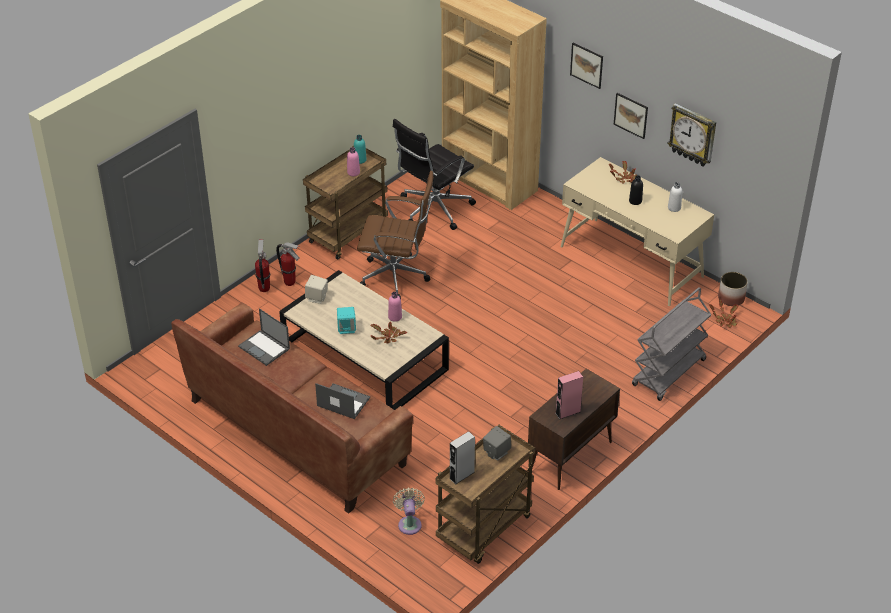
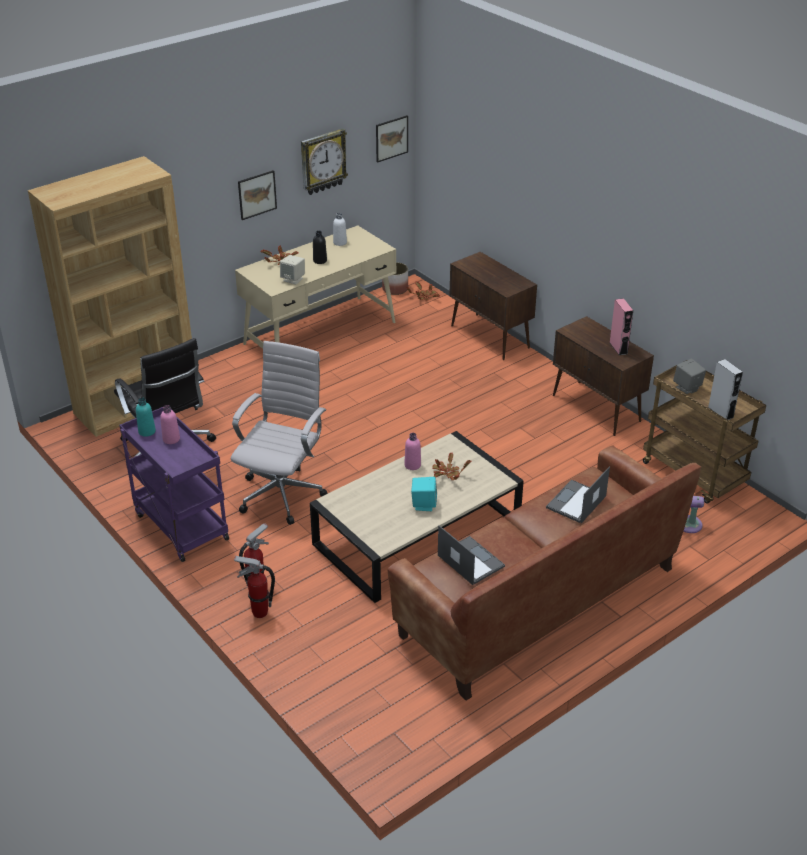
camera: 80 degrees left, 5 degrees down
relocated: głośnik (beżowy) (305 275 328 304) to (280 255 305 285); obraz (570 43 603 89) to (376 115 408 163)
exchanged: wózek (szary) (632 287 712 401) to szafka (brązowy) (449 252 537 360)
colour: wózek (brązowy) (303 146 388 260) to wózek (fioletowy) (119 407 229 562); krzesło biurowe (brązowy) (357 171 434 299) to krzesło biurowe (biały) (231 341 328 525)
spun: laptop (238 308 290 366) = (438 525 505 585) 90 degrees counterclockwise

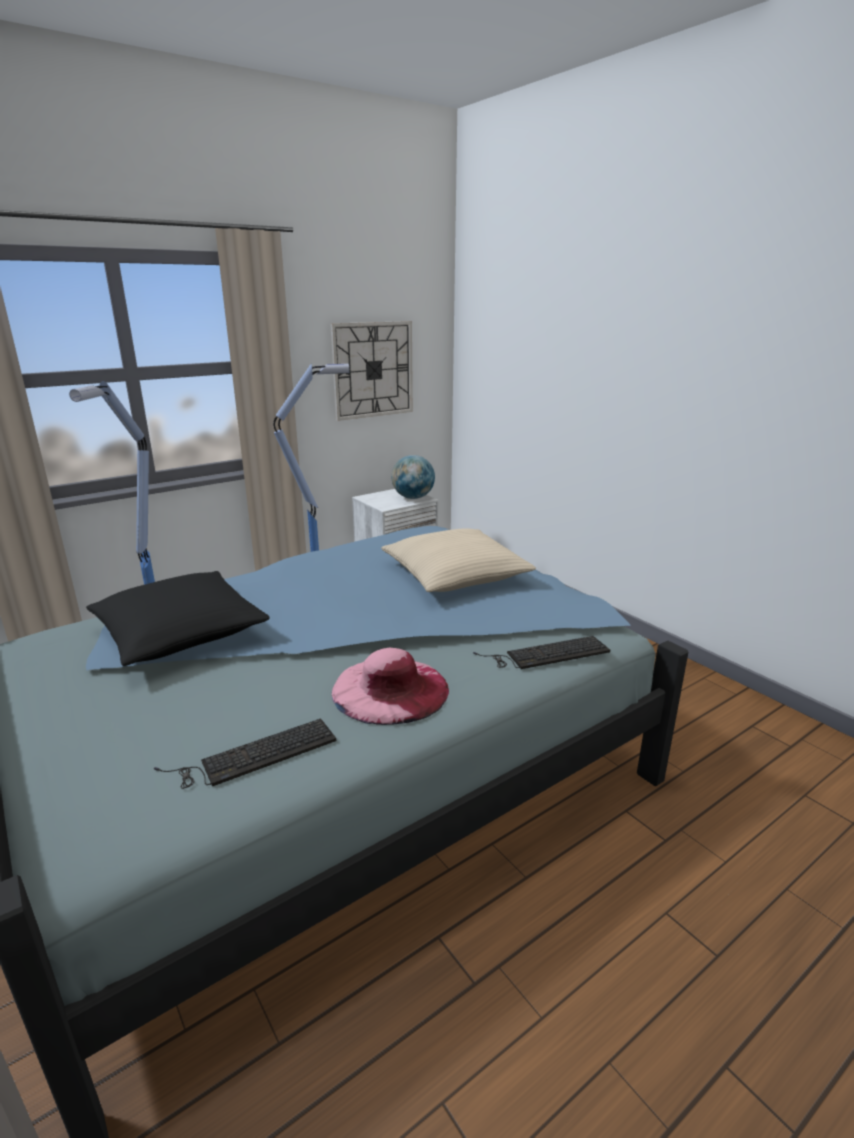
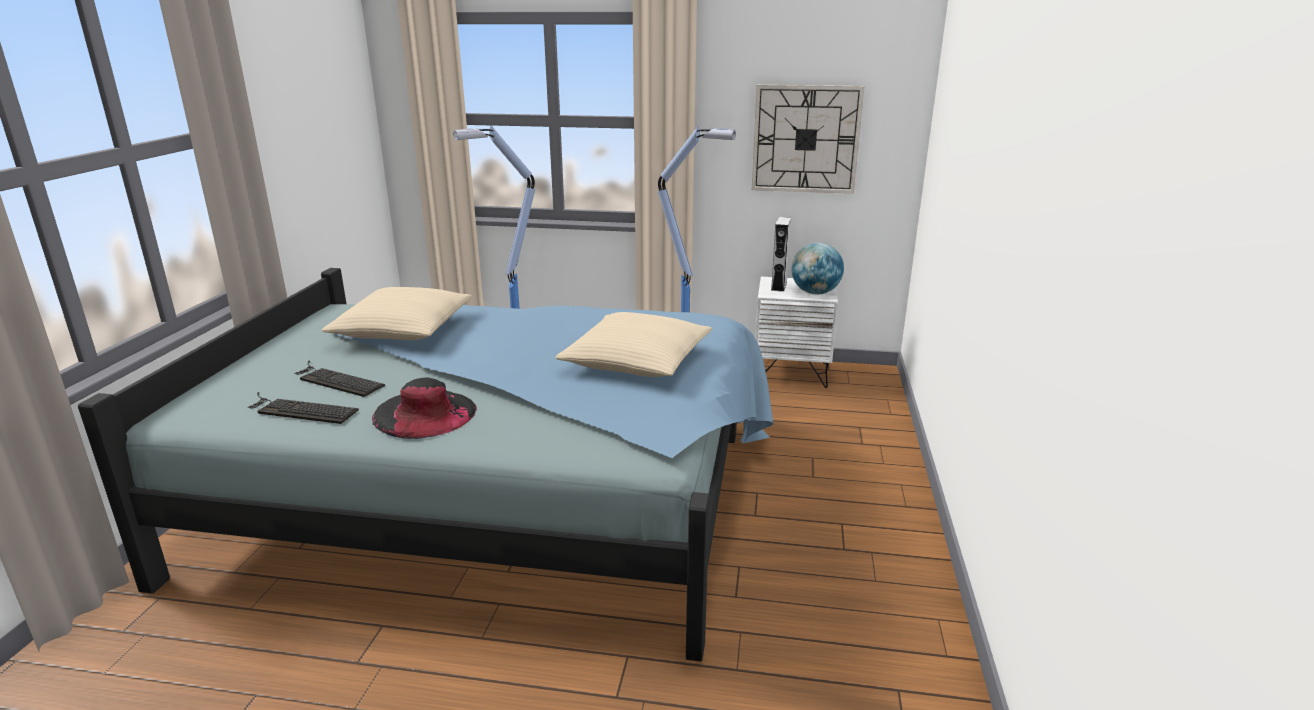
camera: 45 degrees right, 0 degrees up
appeared: głośnik (szary) (771 217 791 292)
relocated: klawiatura (473 636 610 669) to (294 360 385 397)
colour: poduszka (czarny) (86 571 270 666) to poduszka (beżowy) (322 287 472 340); kapelusz (różowy) (332 647 449 725) to kapelusz (czarny) (372 378 477 439)

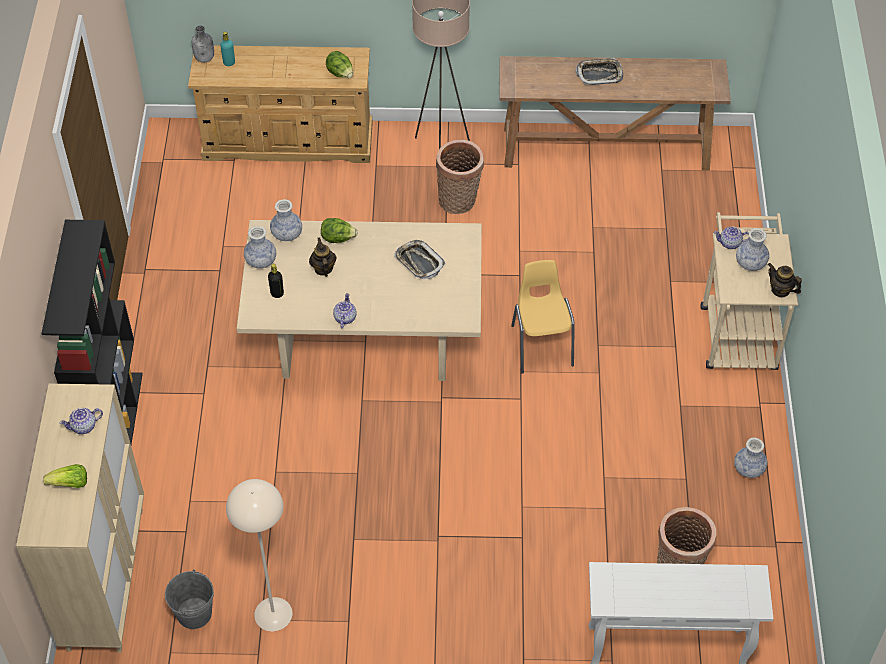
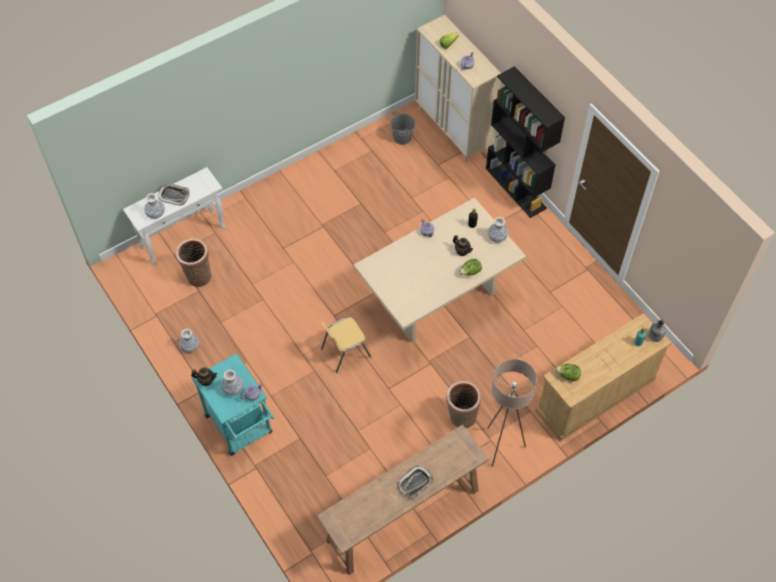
camera: 145 degrees right, 5 degrees up
missing: lampa stojąca (beżowy) (226 479 293 631)
relocated: wazon (270 199 302 241) to (144 193 165 219); taca (394 240 446 279) to (158 183 190 206)
colour: wózek (beżowy) (701 212 798 370) to wózek (turkusowy) (192 353 274 456)
spun: krzesło (żółty) (511 260 575 374) = (321 317 371 373) 105 degrees clockwise

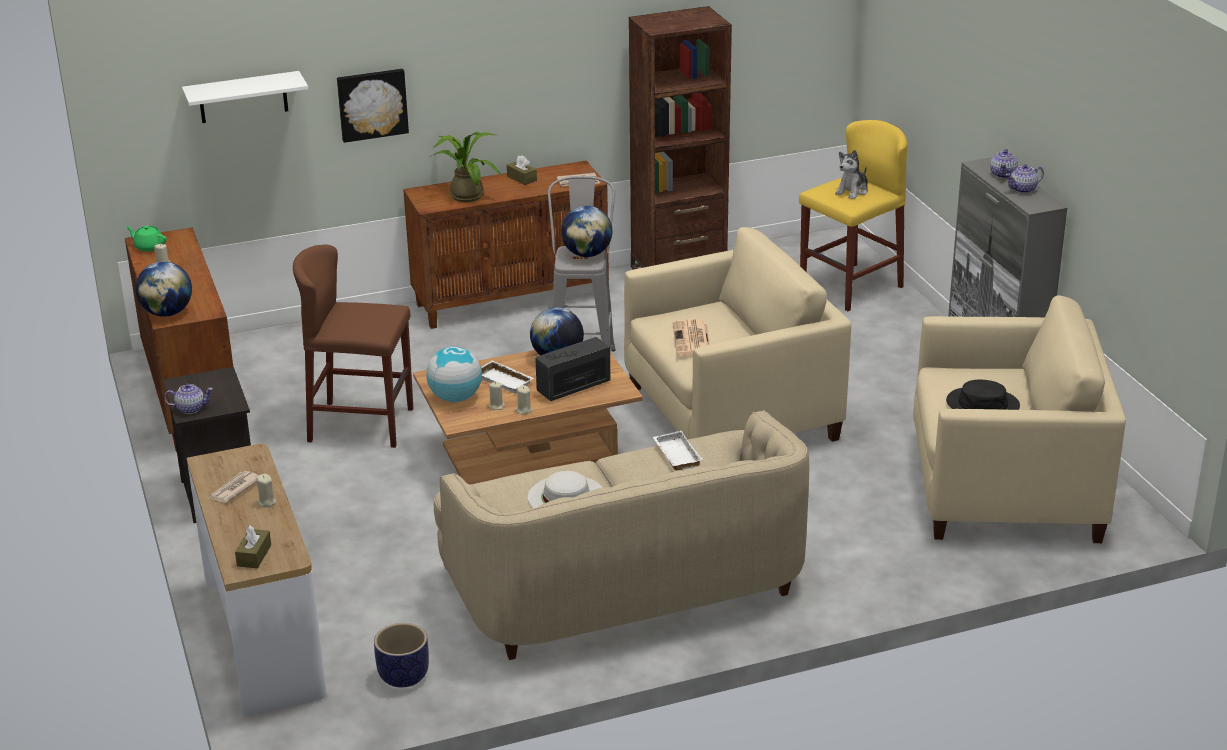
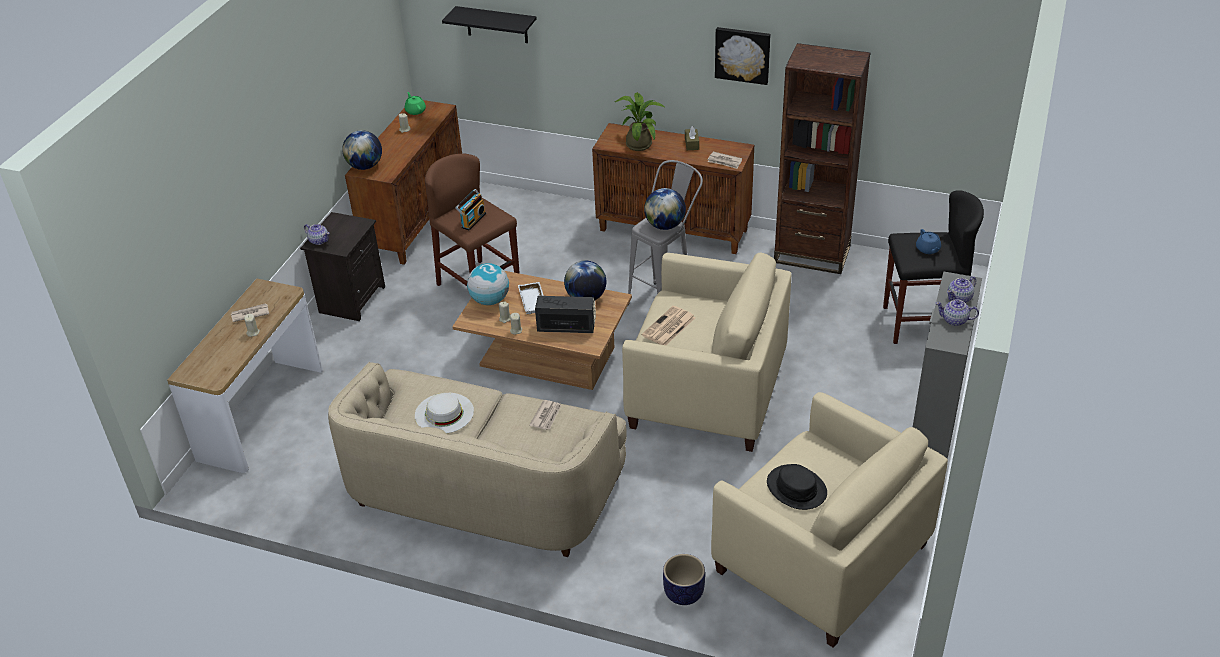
camera: 40 degrees right, 10 degrees up
missing: pudełko chusteczek (brązowy) (235 526 271 568)
appeared: radio (455 189 486 230)
relocated: donica (374 623 429 688) to (663 554 705 605); obraz (337 69 409 143) to (715 27 770 85)
exchanged: taca (biały) (653 431 703 471) to gazeta (529 400 561 430); pluszak (835 150 868 199) to imbryk (niebieski) (916 229 941 254)
colour: półka (biały) (182 71 308 123) to półka (czarny) (442 6 537 43); stołek (żółty) (799 120 907 311) to stołek (czarny) (883 190 984 344)

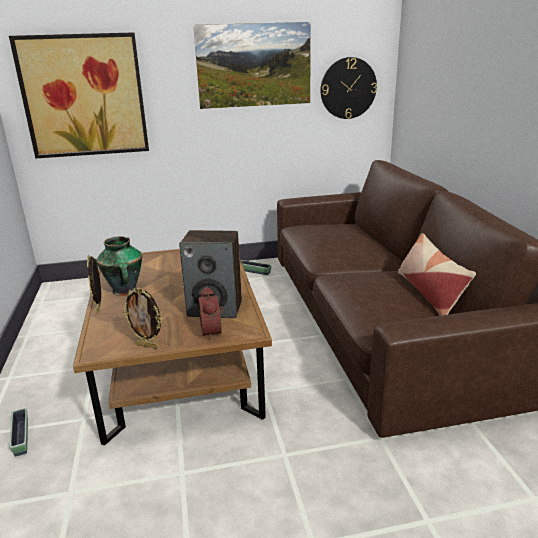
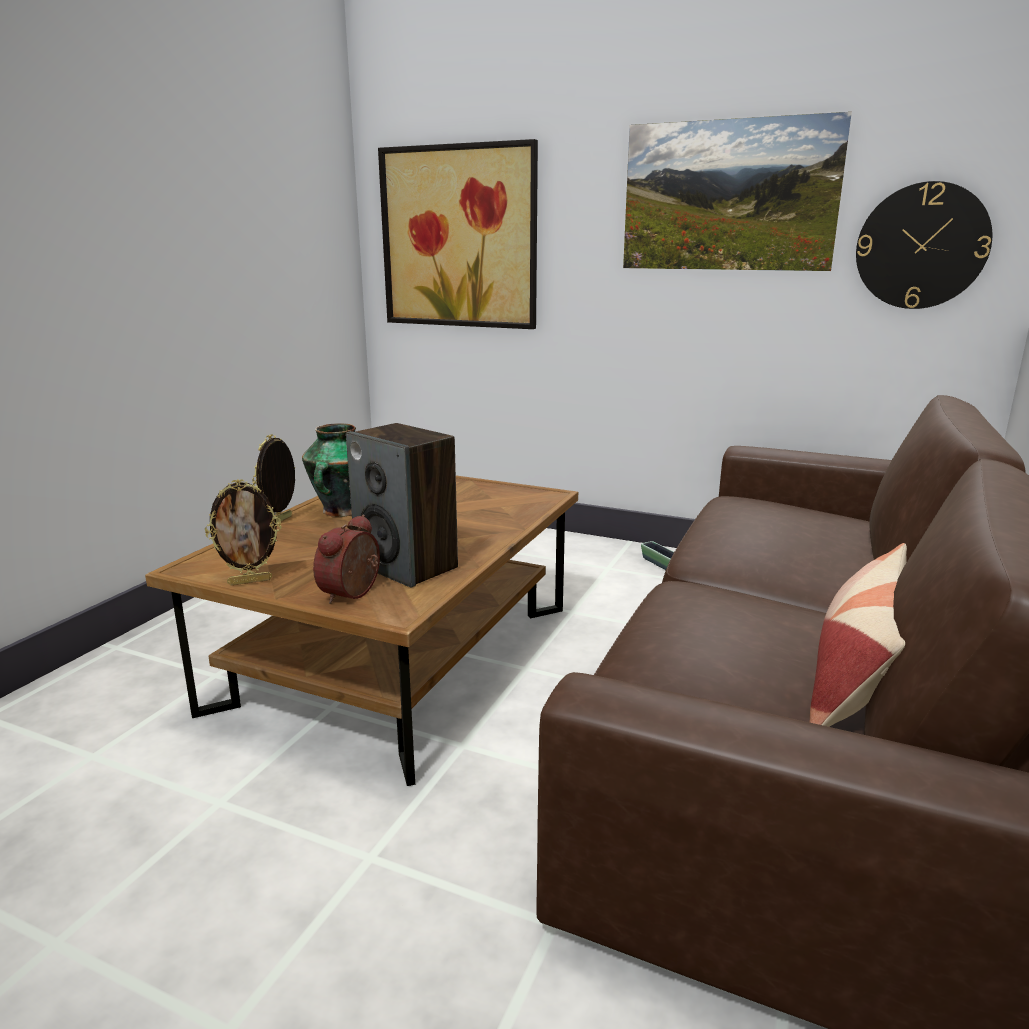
camera: 35 degrees right, 5 degrees down
missing: donica (9 408 28 456)
spun: ramka na zdjęcie (123 287 162 349) = (205 479 282 585) 75 degrees counterclockwise

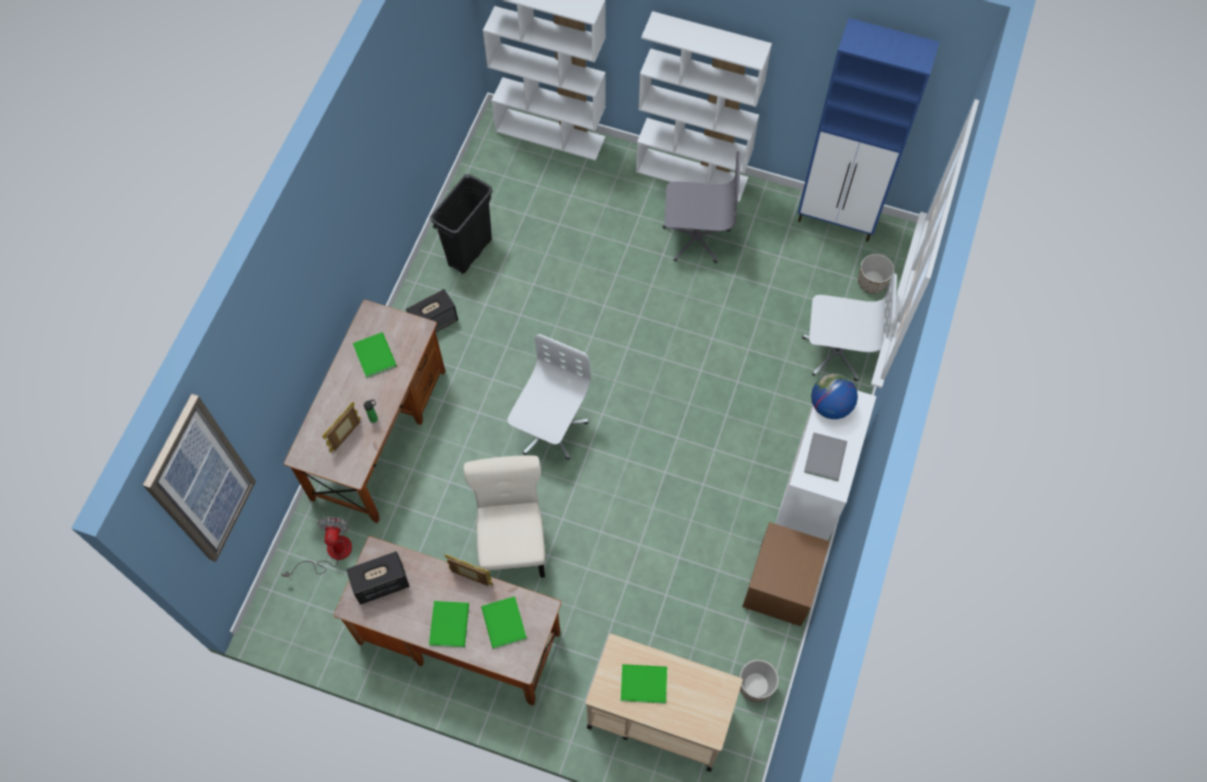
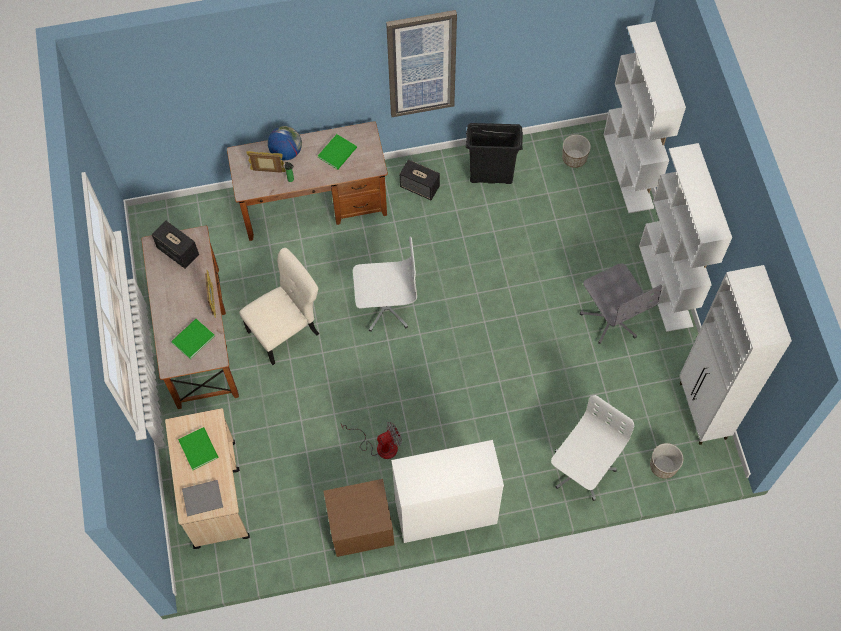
camera: 60 degrees right, 0 degrees up
missing: książka (zielony) (429 601 469 647)
relocated: książka (szary) (804 433 847 481) to (182 480 223 516); globus (811 374 858 419) to (268 126 302 160); wentylator (281 517 352 577) to (341 422 402 459); obraz (143 394 256 562) to (386 10 457 117); donica (740 660 779 703) to (562 134 591 168)
colour: szafka (niebieski) (797 18 940 242) to szafka (biały) (679 265 792 445)
spun: krzesło biurowe (biały) (802 273 897 381) = (551 395 634 501) 120 degrees counterclockwise

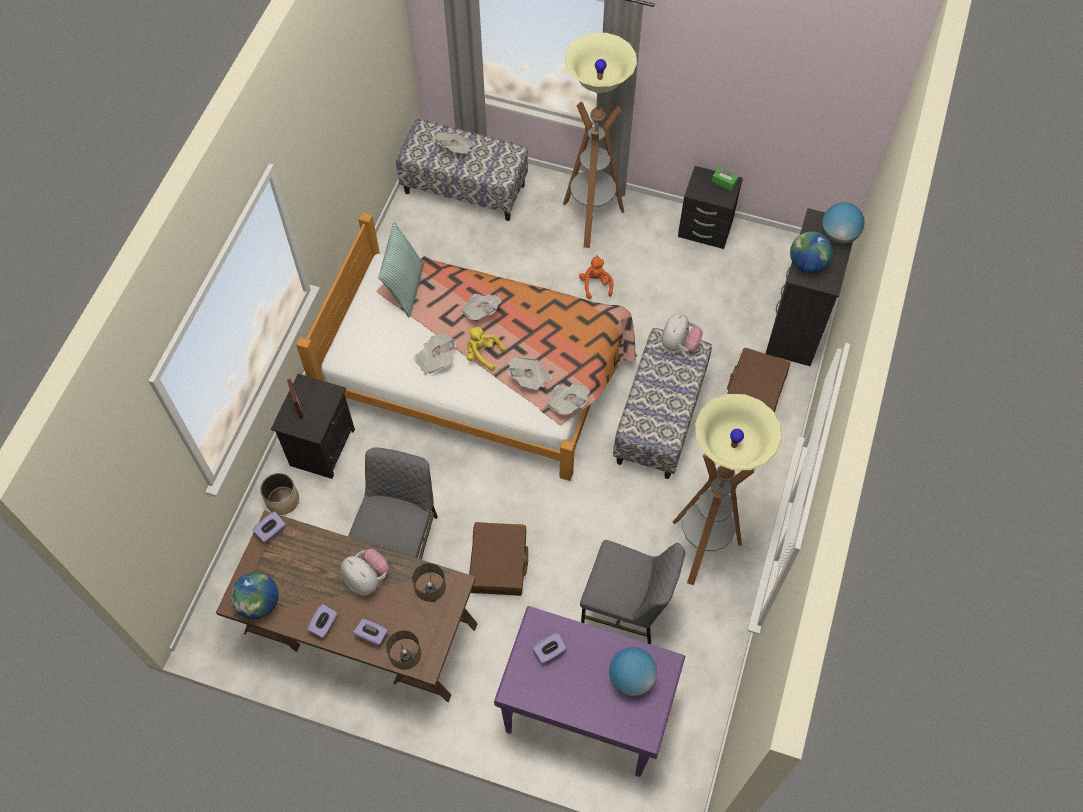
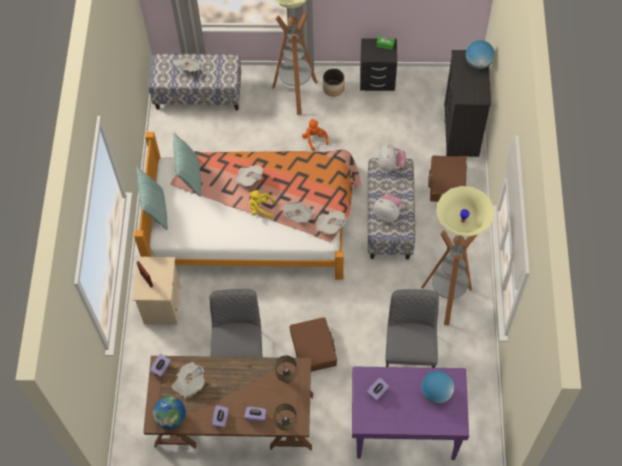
camera: 15 degrees left, 0 degrees up
missing: globus (790 231 832 273)
appeared: poduszka (136 167 168 230)
relocated: gazeta (414 333 457 375) to (172 362 205 399); donica (260 473 299 515) to (323 68 344 97); pluszak (341 548 389 596) to (373 193 402 223)
colour: szafka nocna (czarny) (271 374 355 479) to szafka nocna (beżowy) (133 257 181 325)
spun: krzesło (szary) (580 540 685 644) = (386 289 439 368) 90 degrees counterclockwise

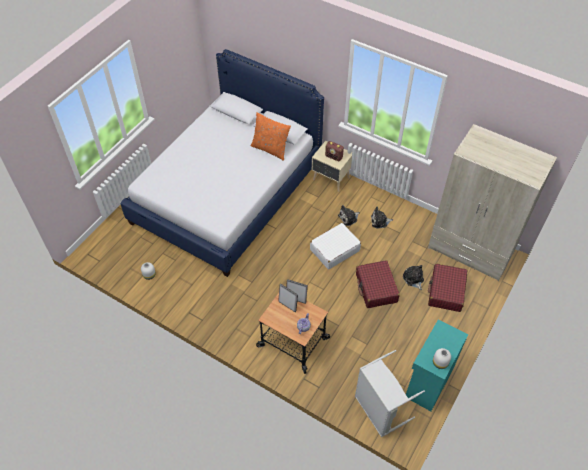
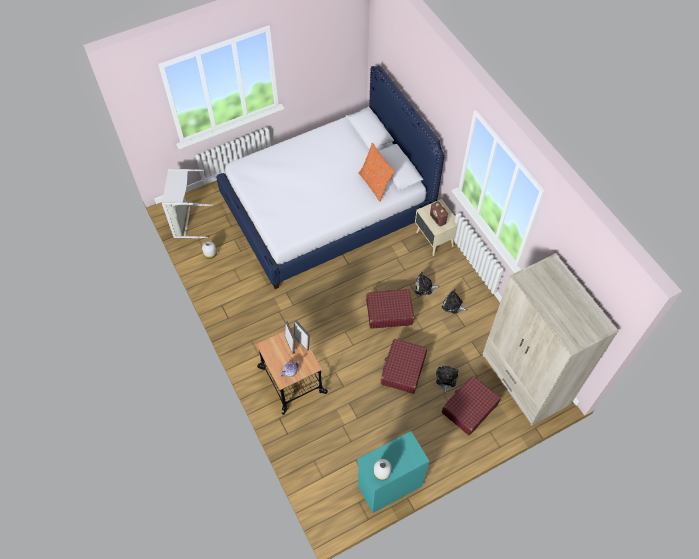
camera: 30 degrees right, 5 degrees up
relocated: kosz na pranie (szary) (355 350 425 437) to (162 169 213 238)
colour: walizka (biały) (310 223 361 270) to walizka (czerwony) (366 289 414 329)

